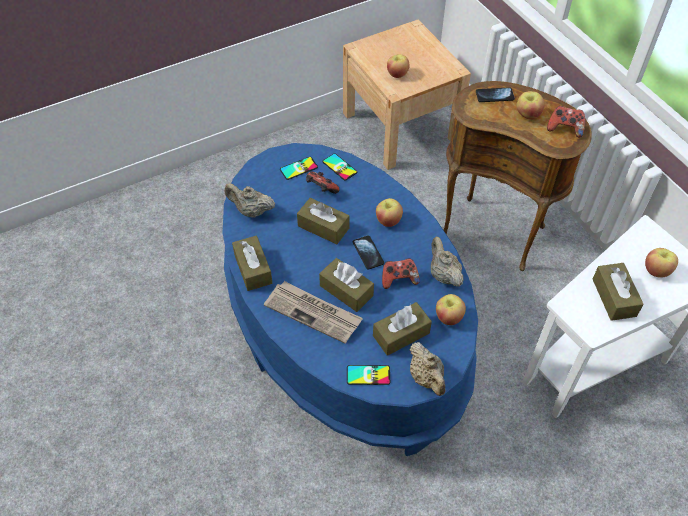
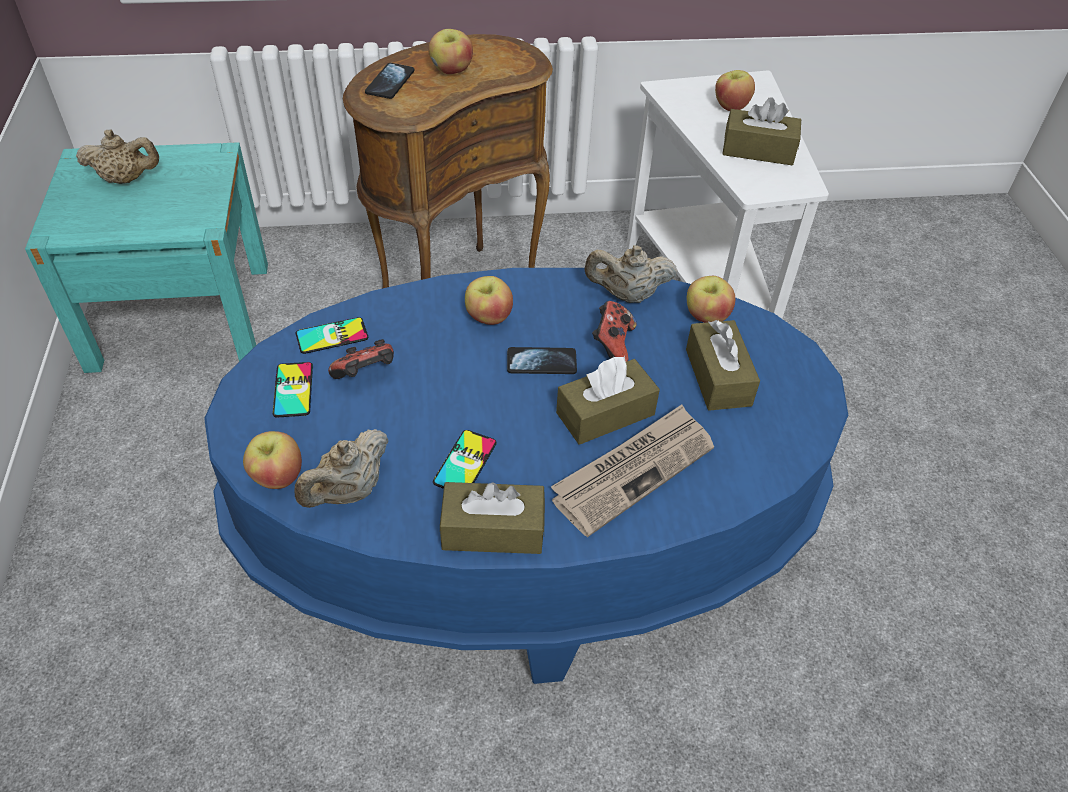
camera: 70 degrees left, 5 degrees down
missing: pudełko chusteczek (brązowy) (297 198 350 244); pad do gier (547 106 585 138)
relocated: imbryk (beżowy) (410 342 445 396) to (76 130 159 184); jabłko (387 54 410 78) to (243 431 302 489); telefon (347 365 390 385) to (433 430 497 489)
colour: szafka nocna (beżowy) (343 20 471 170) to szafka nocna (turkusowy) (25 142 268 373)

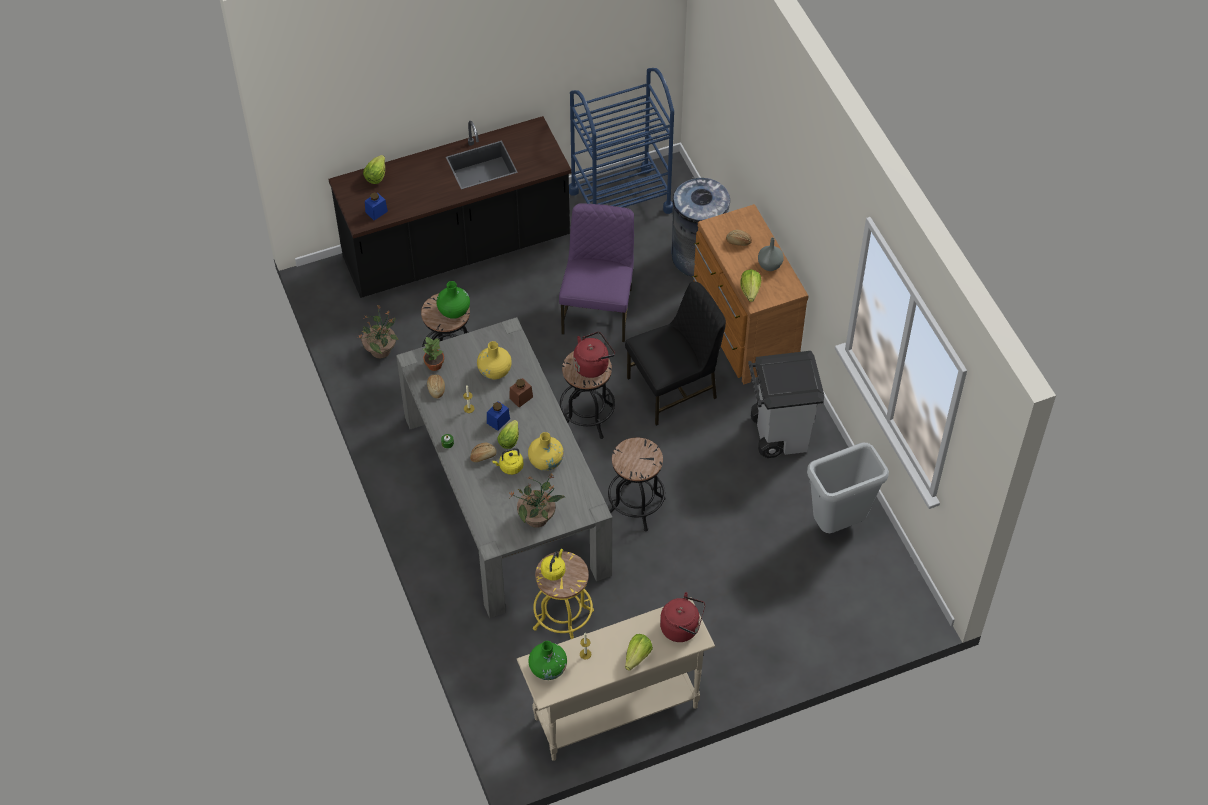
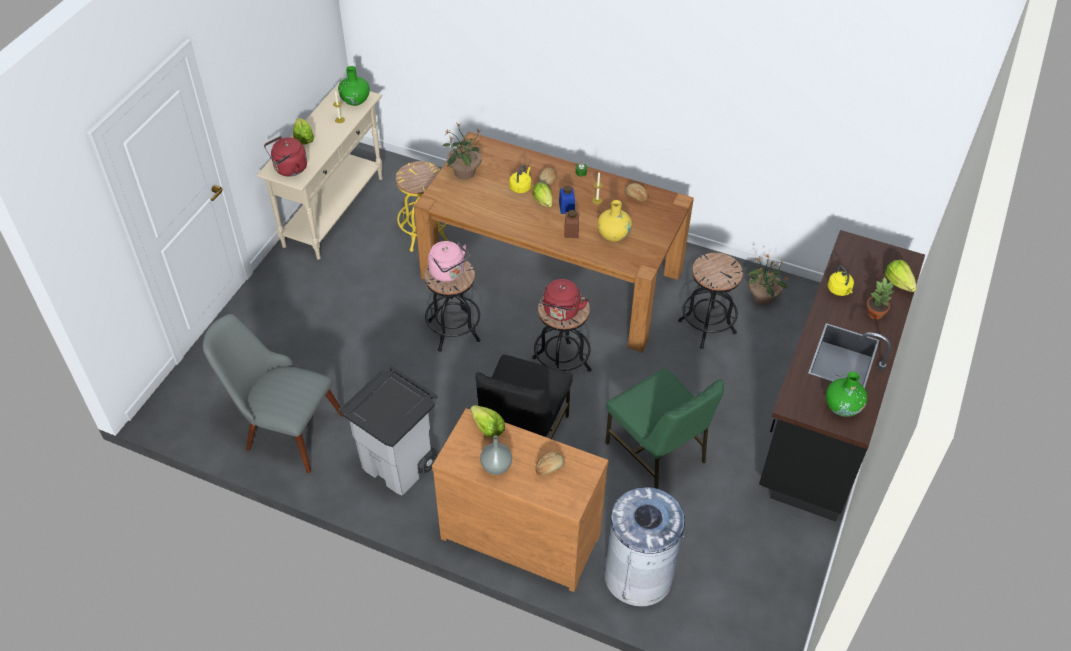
camera: 135 degrees right, 5 degrees down
missing: słoik (niebieski) (365 192 388 220); wazon (żółty) (528 432 564 471); wózek (niebieski) (569 68 674 214)
appeared: czajnik (różowy) (428 241 470 282)
relocated: wazon (zielony) (436 281 470 319) to (826 372 867 417); czajnik (żółty) (541 549 565 581) to (828 265 854 296); roślina doniczkowa (423 337 444 371) to (866 276 894 319)
exchanged: kosz na śmieci (szary) (807 442 889 533) to krzesło (szary) (202 314 344 473)
colour: stół jadalny (szary) (396 317 613 618) to stół jadalny (brązowy) (414 132 694 352); krzesło (fioletowy) (559 203 634 342) to krzesło (zielony) (605 368 724 489)

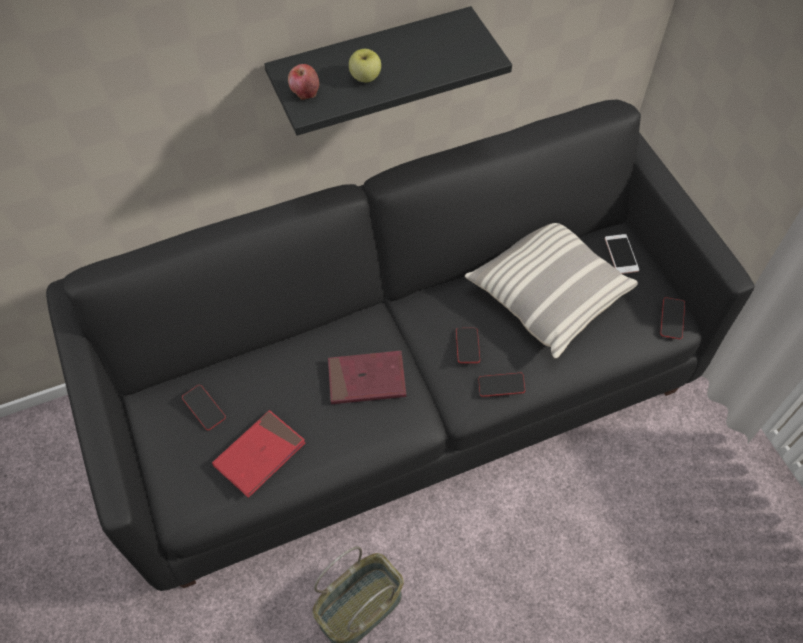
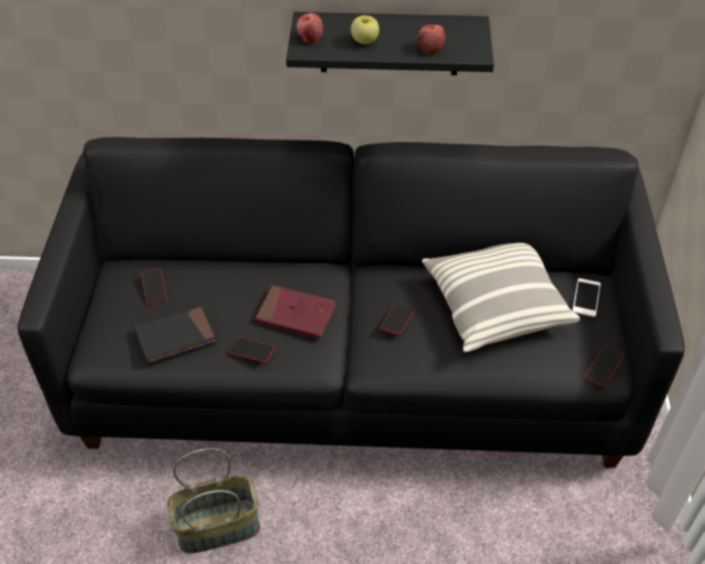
camera: 25 degrees right, 10 degrees down
appeared: jabłko (418 25 445 55)
relocated: telefon (478 373 525 397) to (229 337 275 363)
colour: książka (czerwony) (212 410 305 498) to książka (czarny) (135 307 217 364)

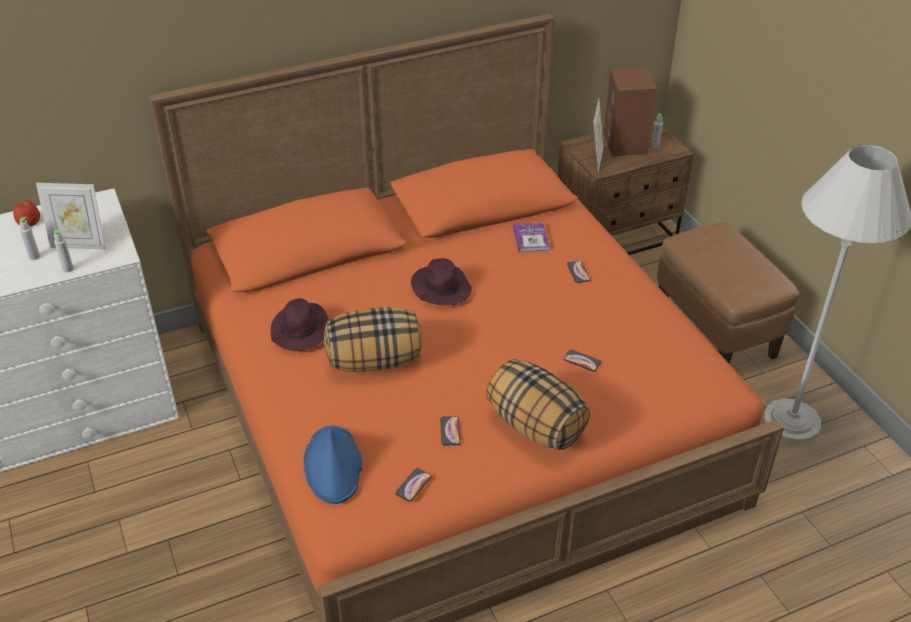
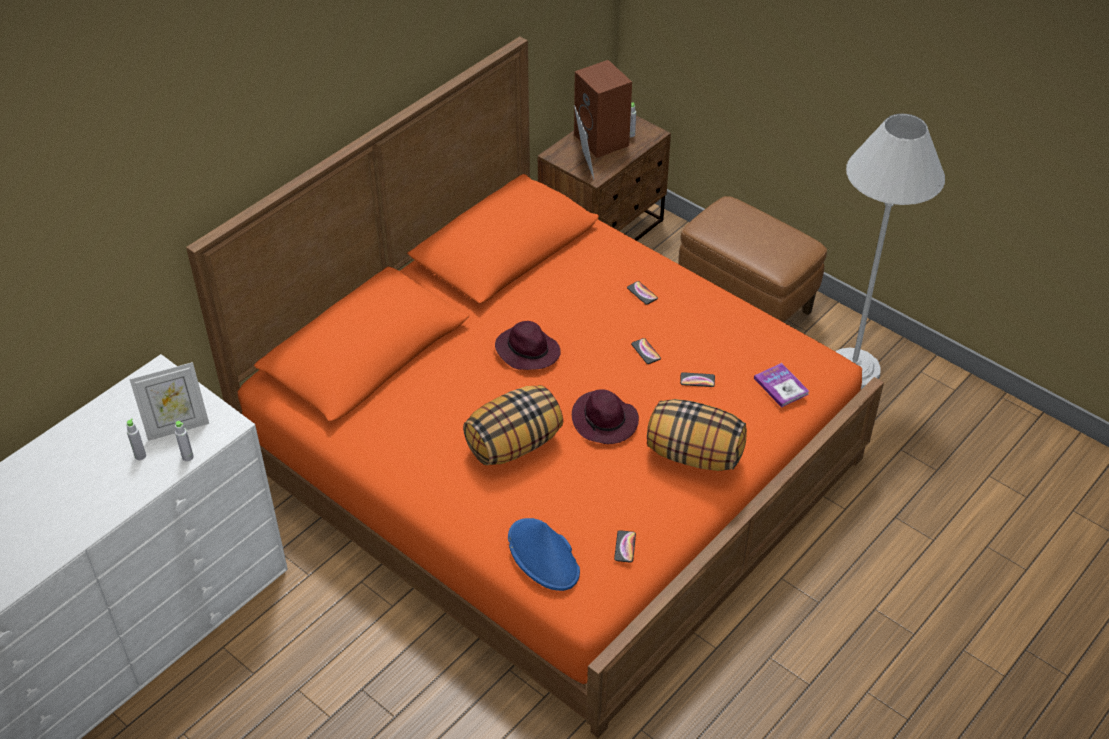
camera: 25 degrees left, 5 degrees up
missing: jabłko (13 200 40 226)
relocated: kapelusz (fioletowy) (271 298 329 351) to (572 390 639 444); telefon (440 416 461 446) to (631 338 661 364); książka (513 222 550 252) to (754 363 809 408)

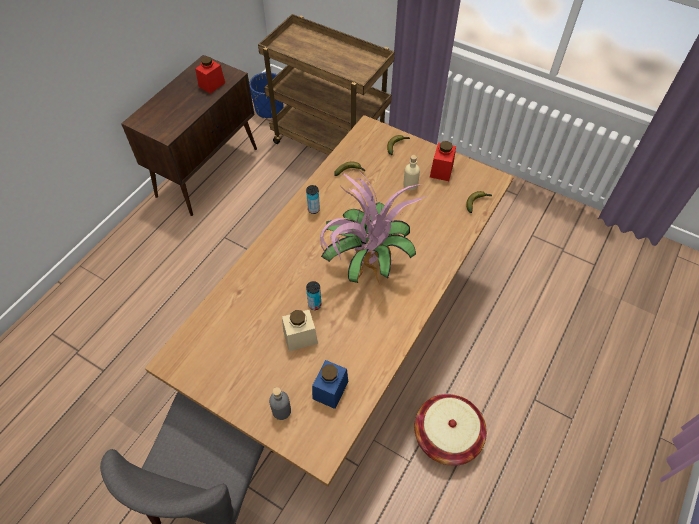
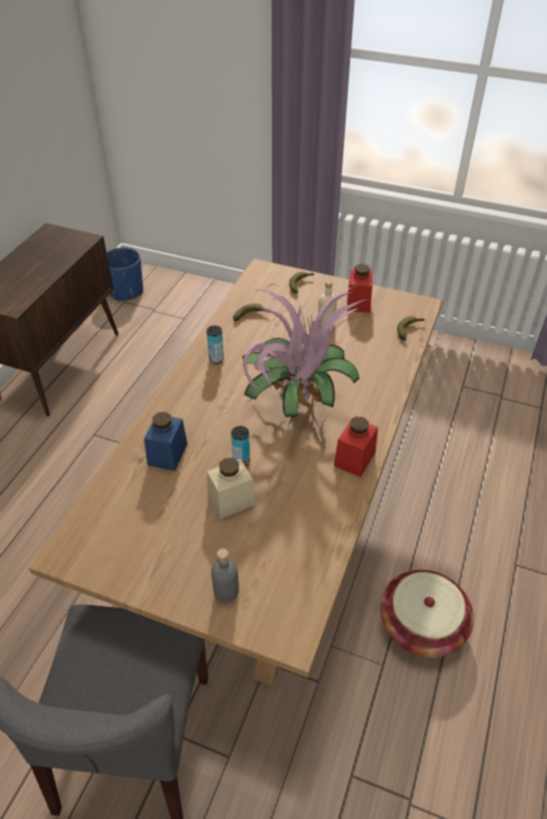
camera: 10 degrees left, 10 degrees down
missing: wózek (brązowy) (258 14 395 155)
relocated: słoik (niebieski) (312 360 348 409) to (144 412 187 471); słoik (czerwony) (195 56 225 93) to (334 417 378 477)

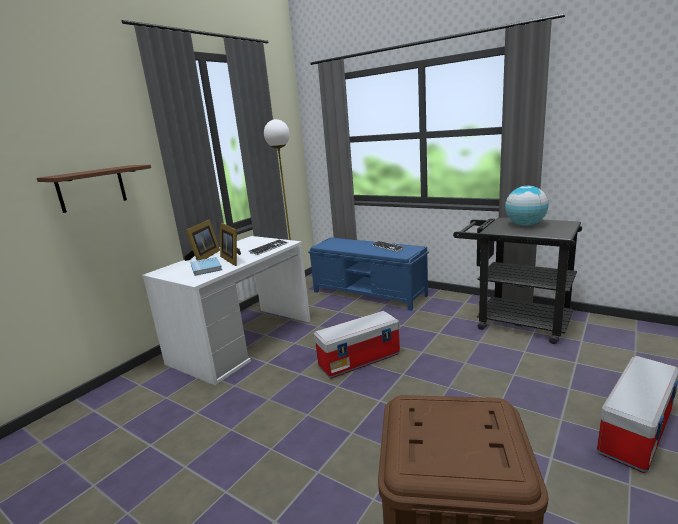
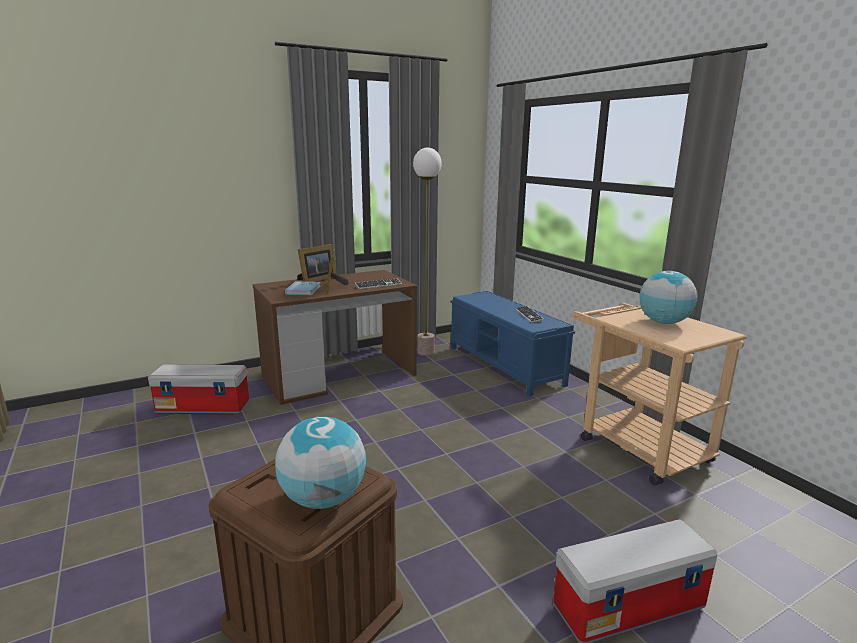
camera: 25 degrees right, 0 degrees up
missing: półka (37 165 151 213)
appeared: globus (275 416 366 509)
relocated: pojemnik do przechowywania (314 311 400 378) to (148 364 249 414)
colour: biurko (biały) (142 236 310 385) to biurko (brązowy) (252 270 417 405); wózek (czarny) (453 217 582 344) to wózek (beżowy) (572 303 747 485)

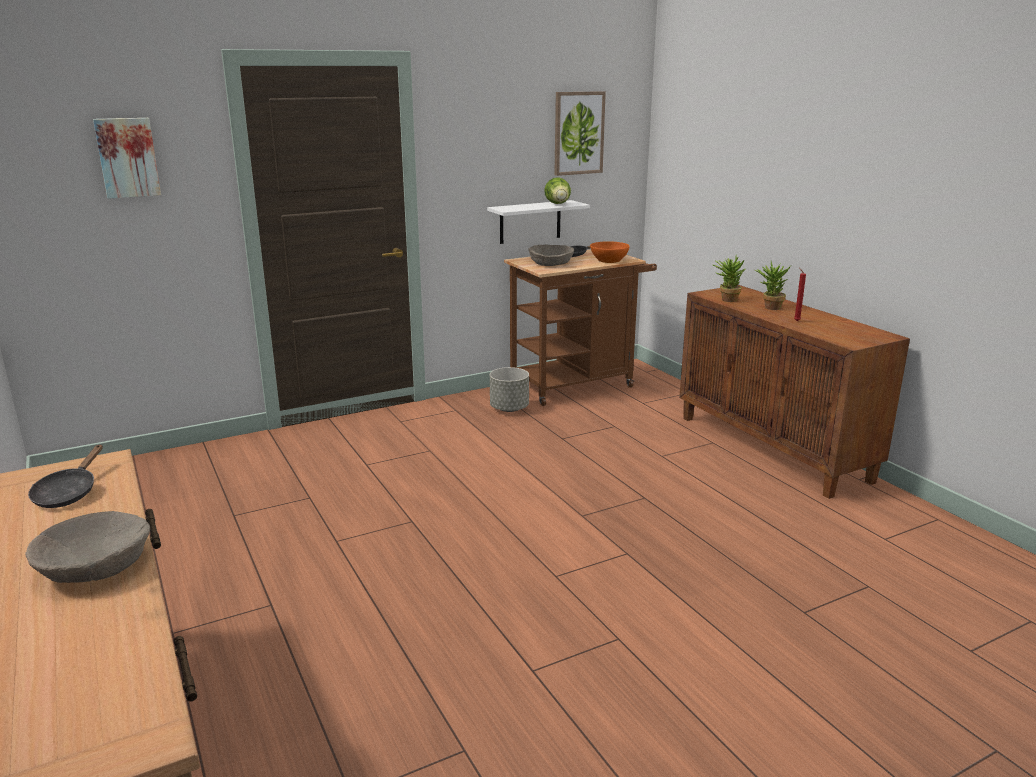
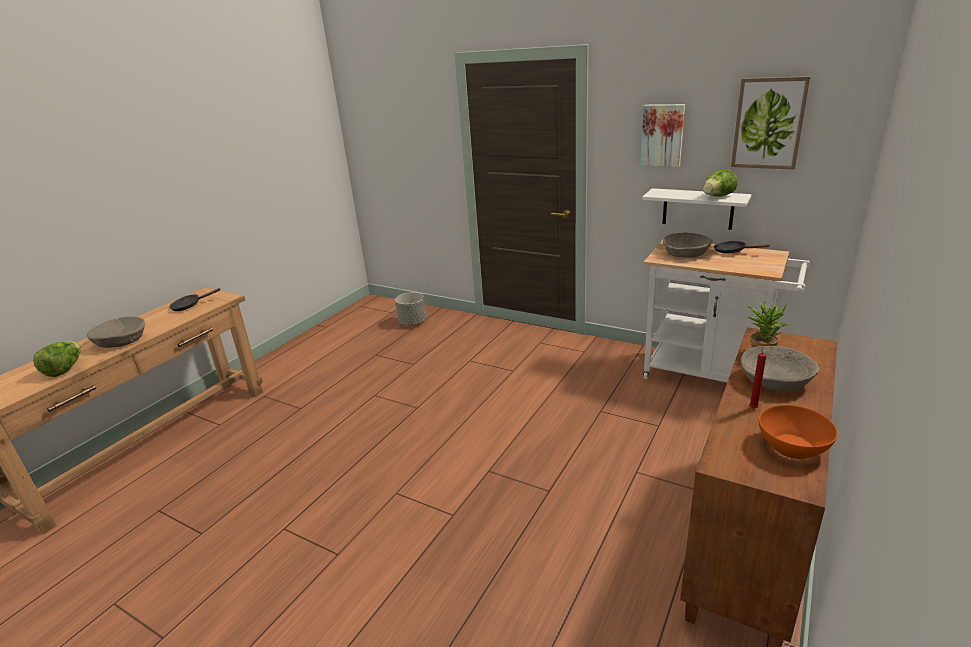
camera: 60 degrees right, 5 degrees up
appeared: sałata (33 341 81 377)
relocated: donica (szary) (490 367 529 412) to (395 292 426 325); obraz (93 118 161 199) to (641 104 685 167); miska (pomarańczowy) (590 241 630 263) to (759 405 838 459)
exchanged: roślina doniczkowa (755 261 791 310) to miska (beżowy) (741 346 819 392)
colour: wózek (brązowy) (504 250 657 406) to wózek (biały) (643 240 810 382)

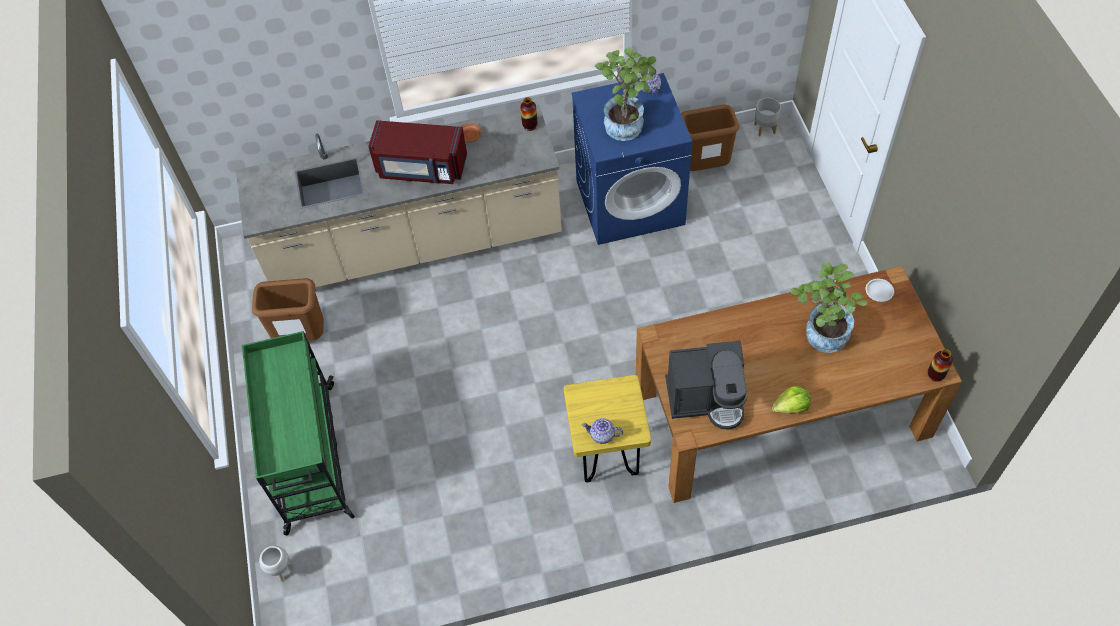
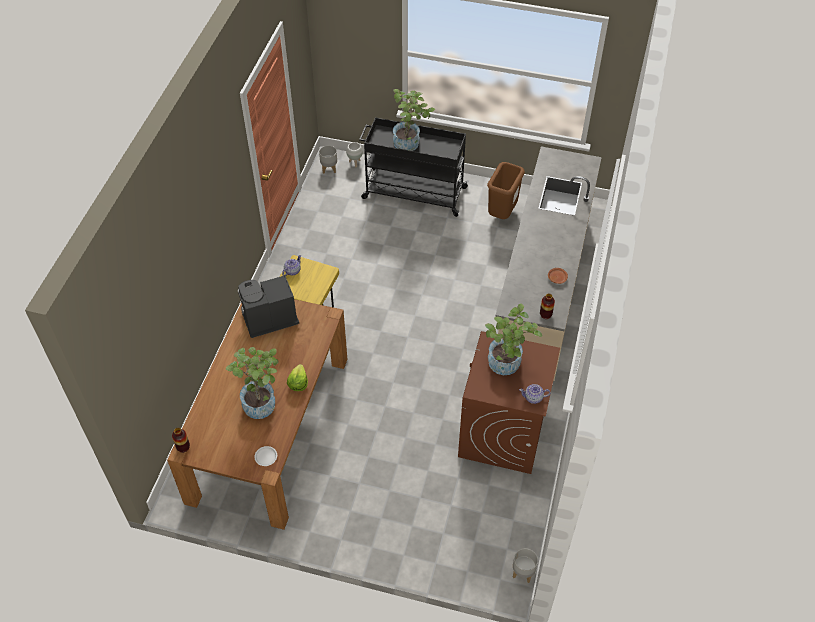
camera: 115 degrees right, 5 degrees down
missing: mikrofalówka (czerwony) (368 120 467 184); kosz na śmieci (brązowy) (681 104 740 171)
appeared: donica (szary) (319 145 337 174); roślina doniczkowa (393 89 435 151)
relocated: sałata (771 385 811 413) to (287 364 308 391)
colour: wózek (zielony) (242 331 355 535) to wózek (czarny) (359 117 469 217); pralka (niebieski) (571 73 692 245) to pralka (brązowy) (458 331 560 474)
spun: ekspres do kawy (665 341 748 430) = (238 275 299 338) 45 degrees clockwise

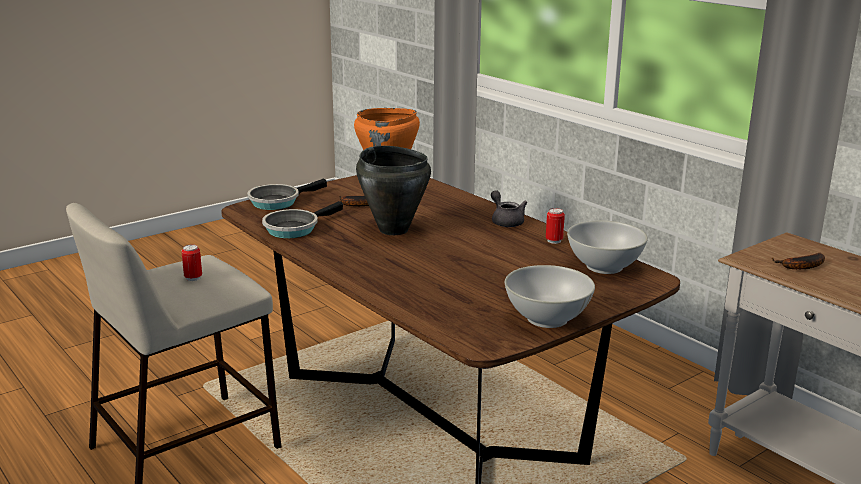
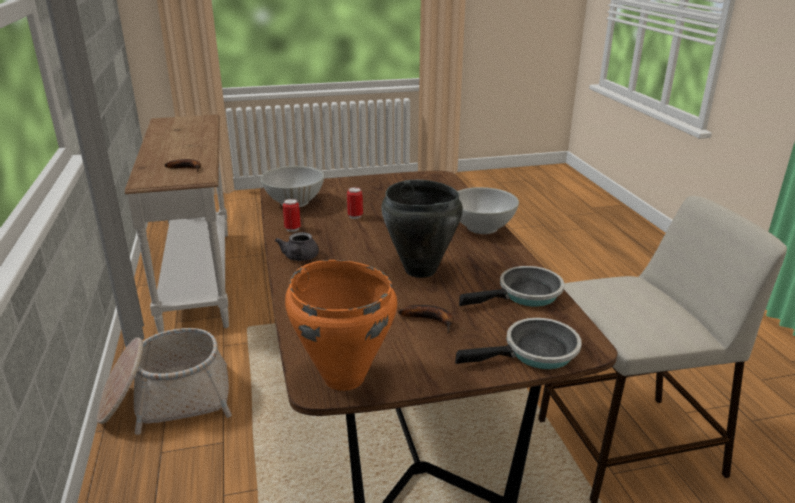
camera: 155 degrees left, 5 degrees up
appeared: koszyk (97 328 232 435)
relocated: puszka (182 244 202 281) to (347 187 363 219); miska (biały) (505 265 595 328) to (457 187 519 234)

